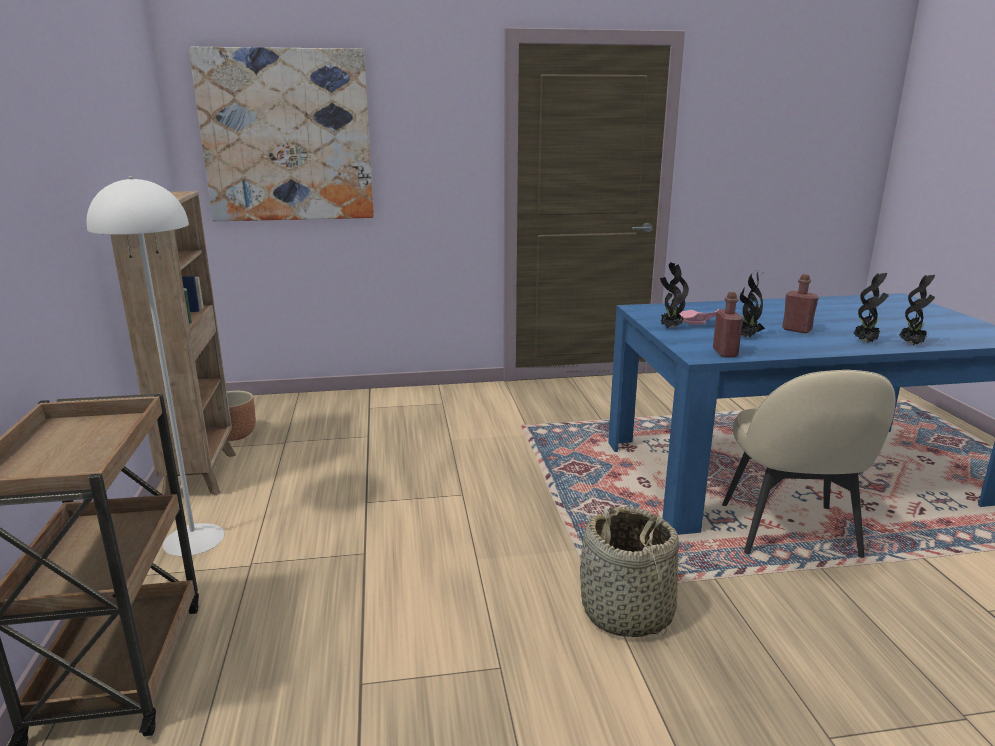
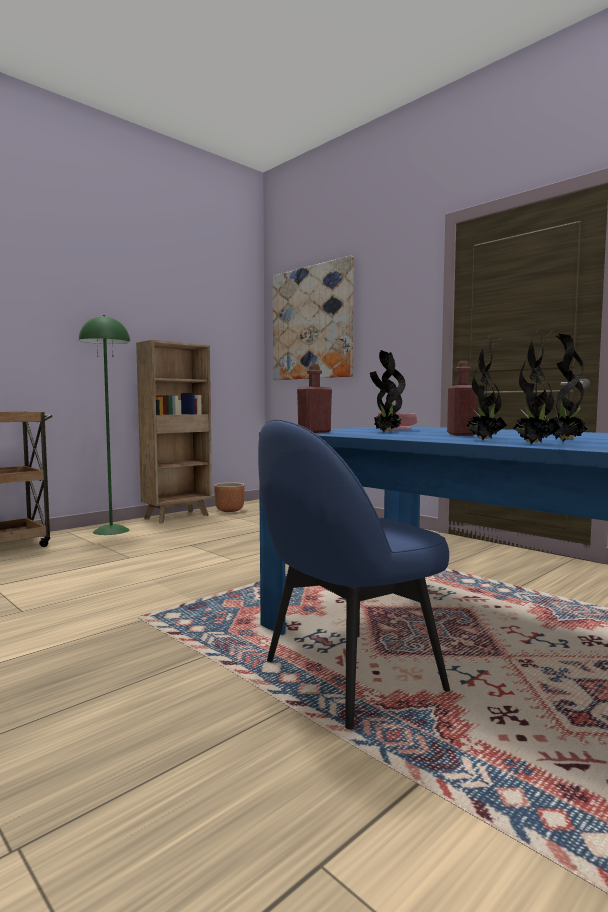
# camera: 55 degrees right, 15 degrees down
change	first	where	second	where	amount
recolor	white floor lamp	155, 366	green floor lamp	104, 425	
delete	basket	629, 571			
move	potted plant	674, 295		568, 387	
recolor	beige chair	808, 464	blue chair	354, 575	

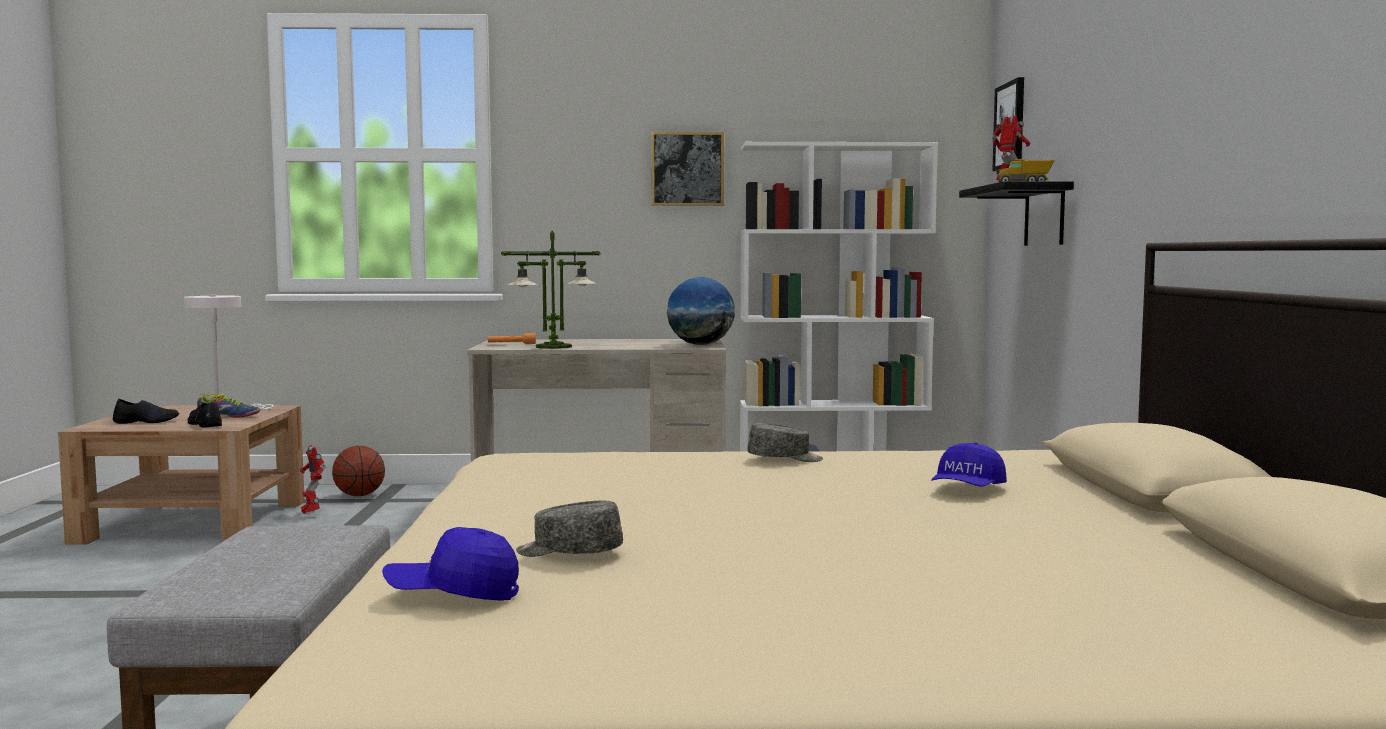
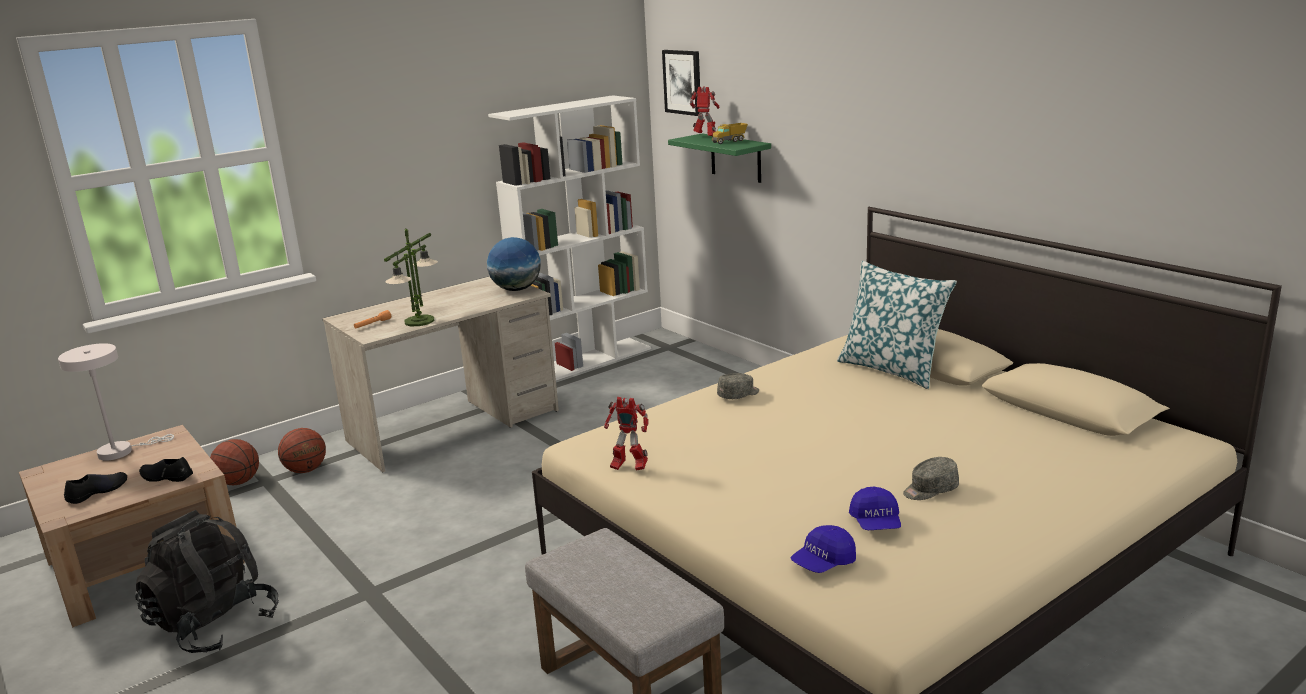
# camera: 35 degrees left, 15 degrees up
change	first	where	second	where	amount
delete	shoe	228, 405			
move	toy robot	312, 479		626, 434	
move	grey cap	569, 528		931, 478	
delete	picture	687, 169			
move	blue cap	969, 464		875, 508	
recolor	black shelf	1016, 213	green shelf	719, 158	
insert			black backpack	207, 581	
insert			basketball	302, 450	
insert			pillow	897, 325	

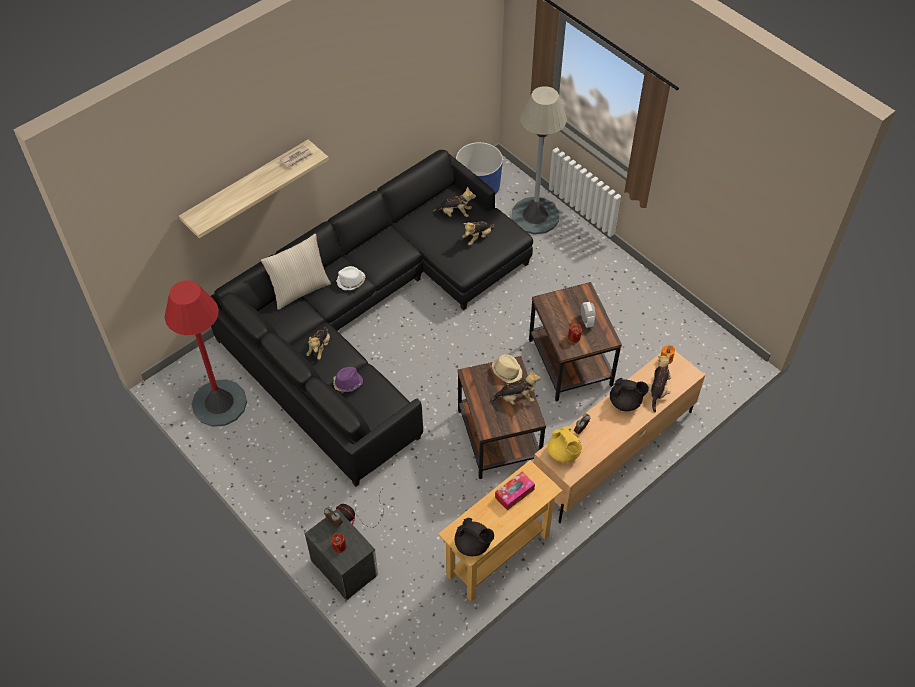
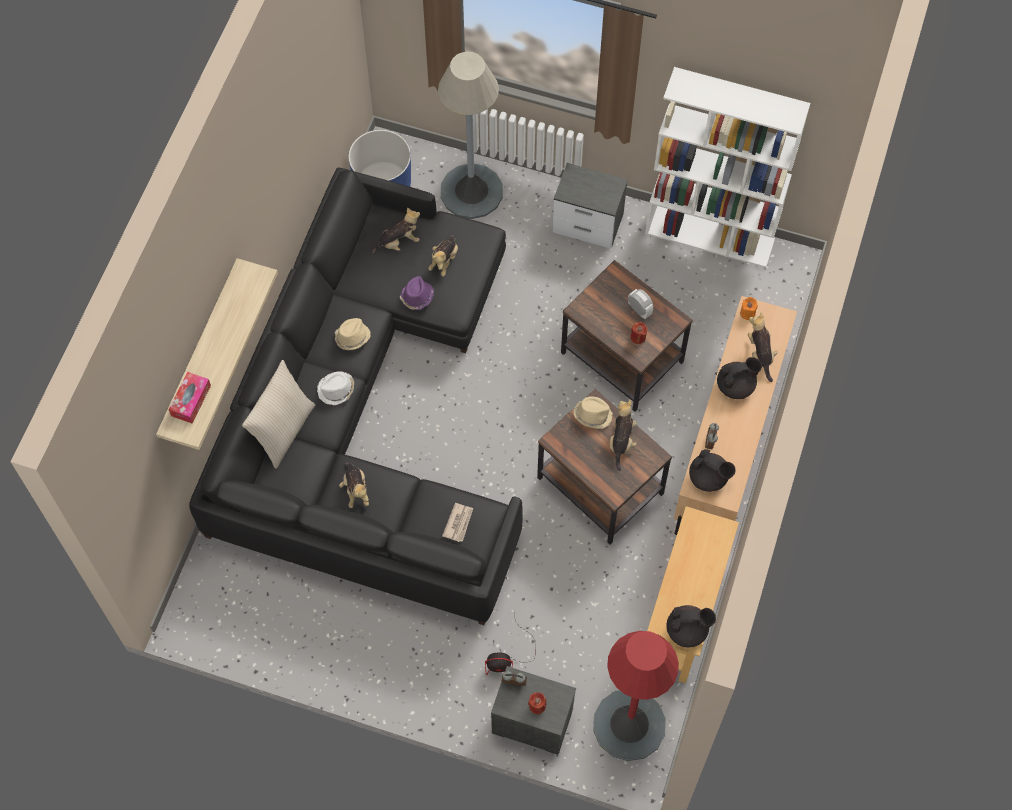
# camera: 30 degrees left, 10 degrees up
change	first	where	second	where	amount
move	red floor lamp	206, 353		636, 696	
move	newspaper	296, 156		457, 522	
move	purple hat	348, 379		417, 293	
rotate	plush toy	515, 387		623, 435	45 degrees counterclockwise
move	tissue box	515, 490		189, 397	
recolor	yellow teapot	564, 444	black teapot	712, 470	
insert			beige hat	353, 334	
insert			nightstand	590, 206	
insert			white bookcase	727, 167	

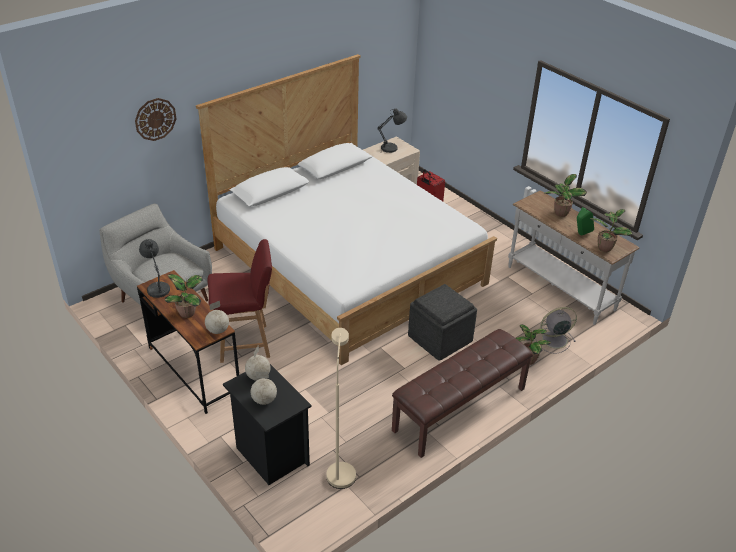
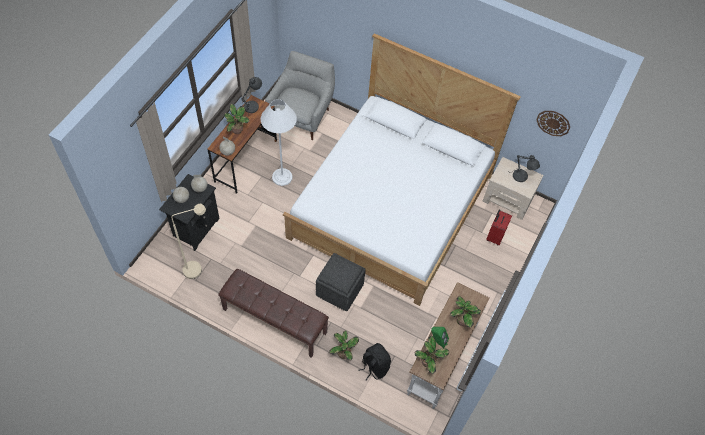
# camera: 65 degrees right, 20 degrees up
change	first	where	second	where	amount
move	wall clock	155, 119		553, 123	
replace	red chair	239, 301	white floor lamp	279, 142	
replace	grey fan	556, 330	black backpack	374, 361	

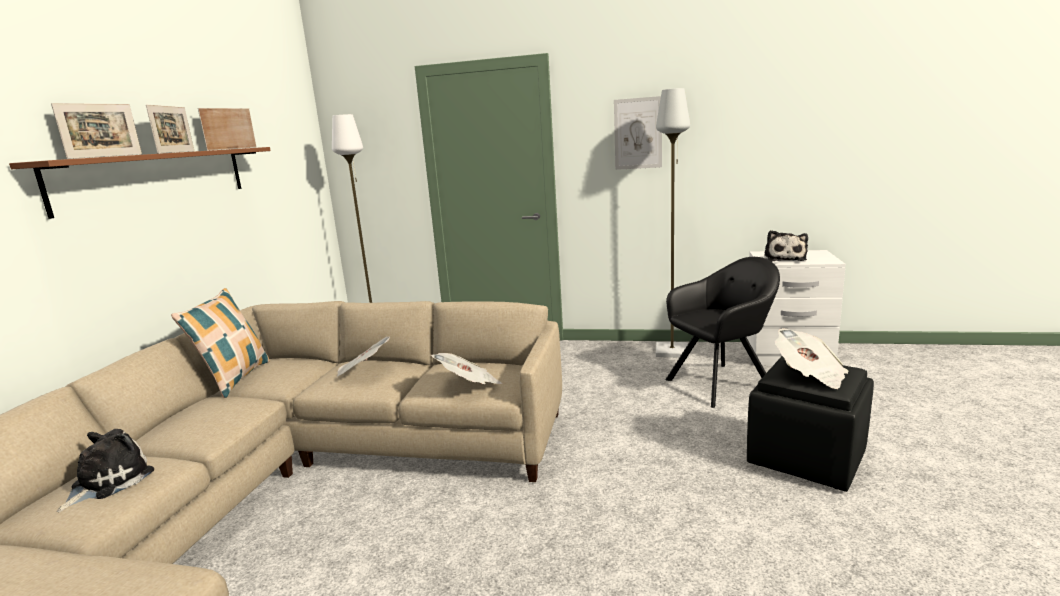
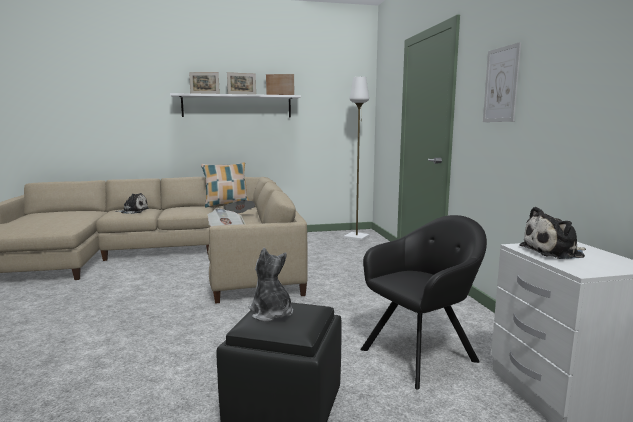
# camera: 65 degrees right, 5 degrees down
change	first	where	second	where	amount
recolor	brown shelf	140, 183	white shelf	235, 105	
delete	grey floor lamp	673, 223			
rotate	black armchair	722, 332		423, 302	75 degrees counterclockwise
replace	newspaper	811, 358	plush toy	271, 285	

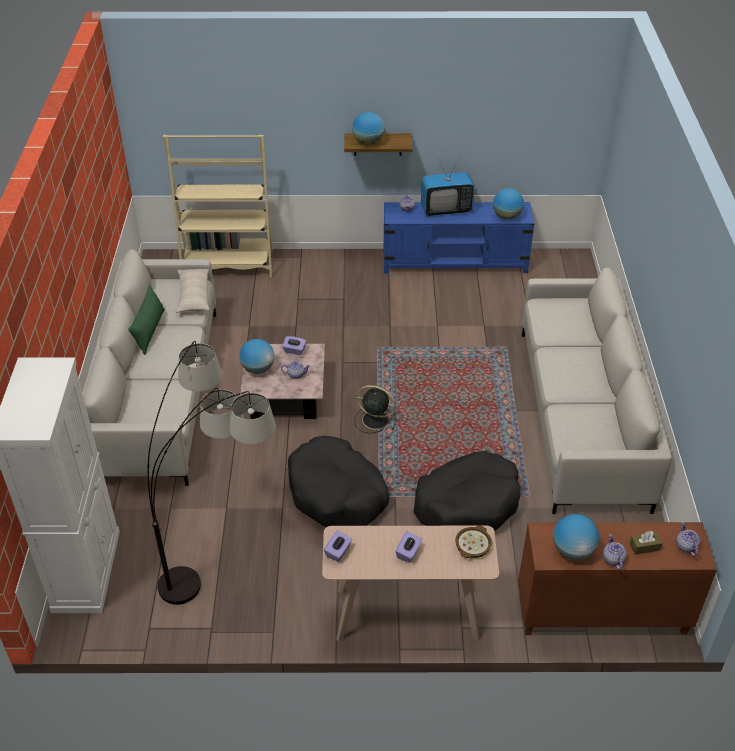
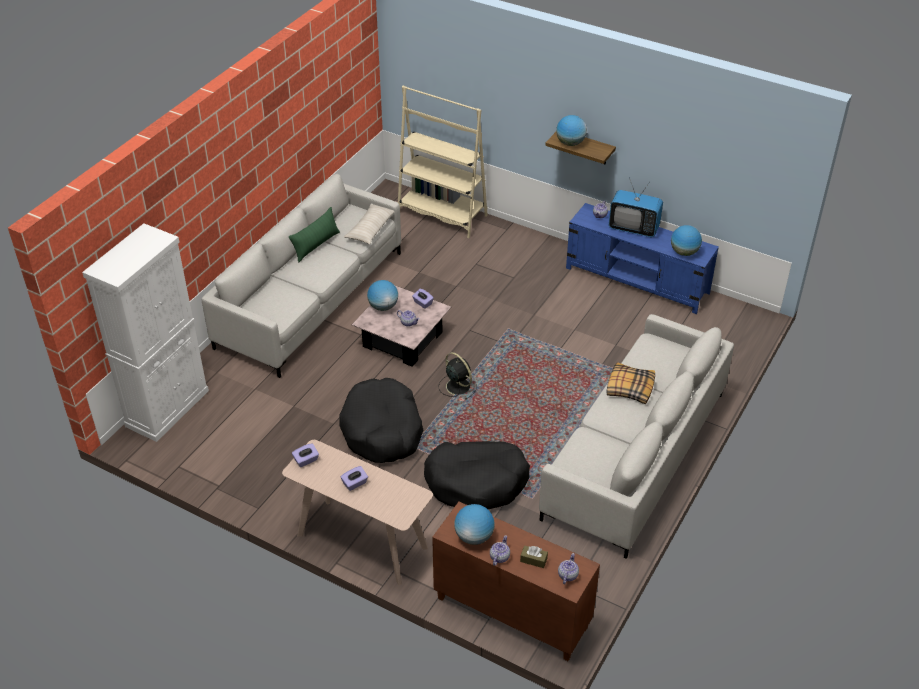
# camera: 30 degrees right, 0 degrees up
change	first	where	second	where	amount
delete	floor lamp	211, 473			
delete	bowl	473, 541			
insert			pillow	630, 383	

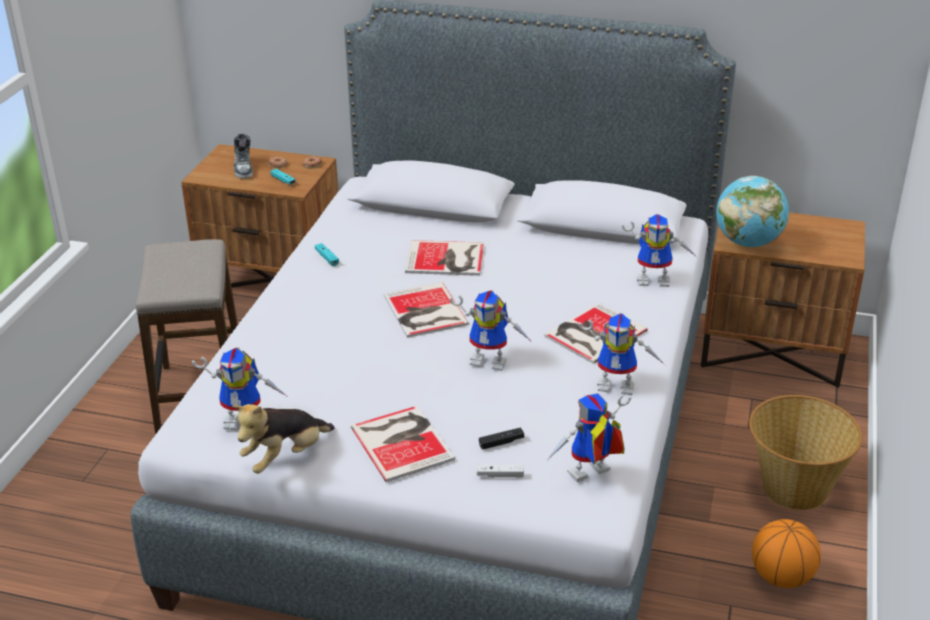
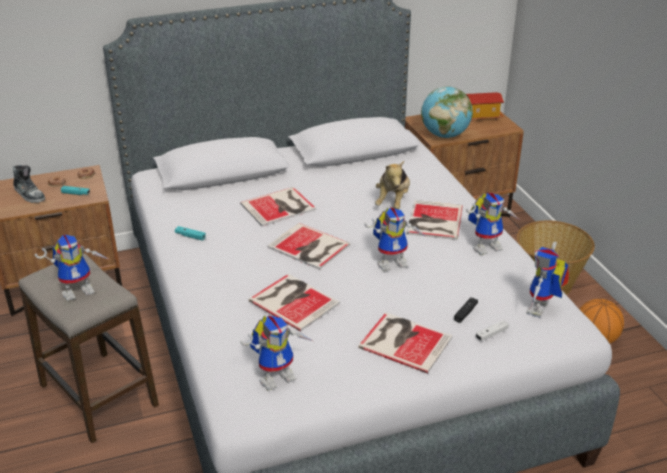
# camera: 35 degrees left, 0 degrees up
change	first	where	second	where	amount
move	plush toy	283, 439		392, 185	
move	toy robot	659, 250		72, 267	
insert			book	294, 303	
insert			toy house	485, 107	

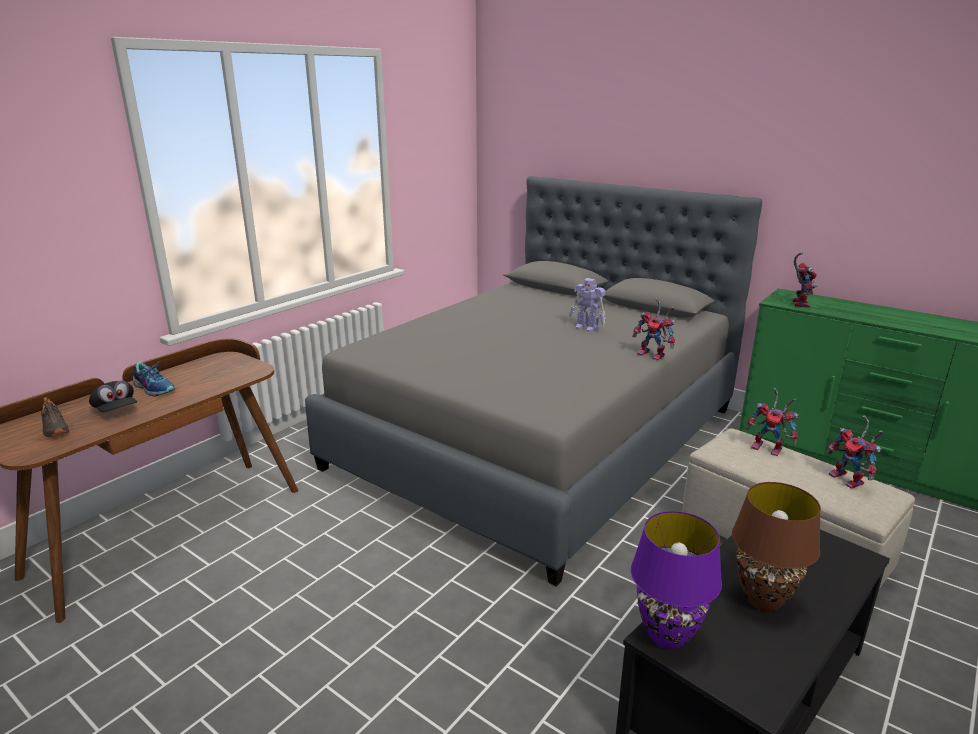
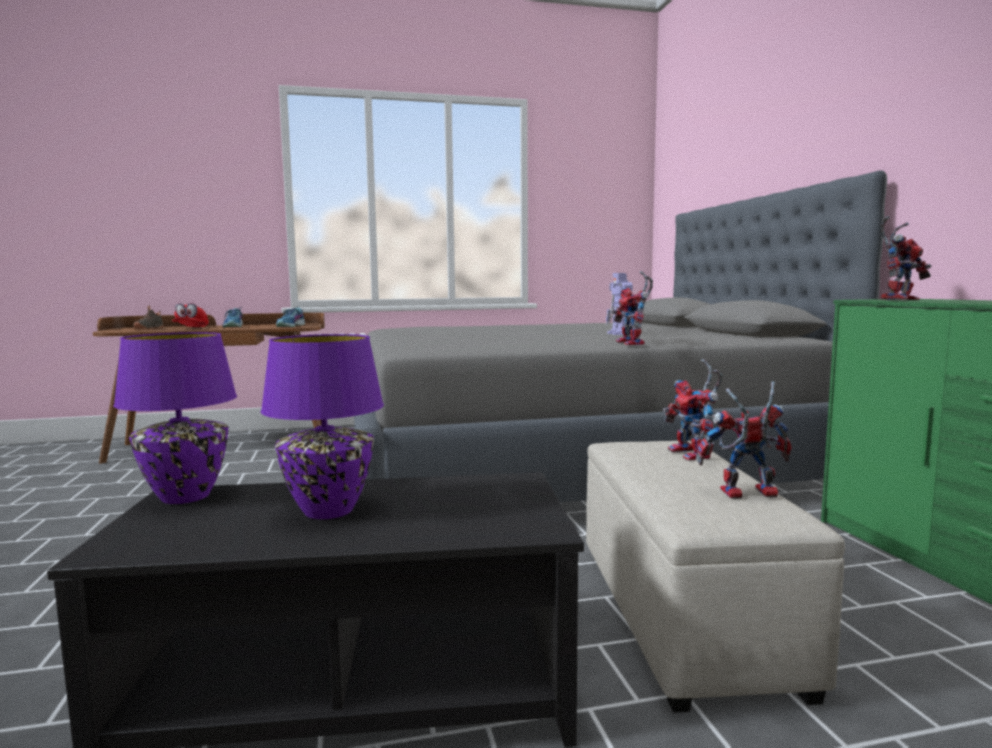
# camera: 40 degrees right, 15 degrees down
change	first	where	second	where	amount
recolor	black cap	113, 396	red cap	190, 315	
recolor	brown table lamp	776, 546	purple table lamp	322, 426	
rotate	toy robot	854, 452		744, 440	75 degrees clockwise
insert			shoe	290, 316	

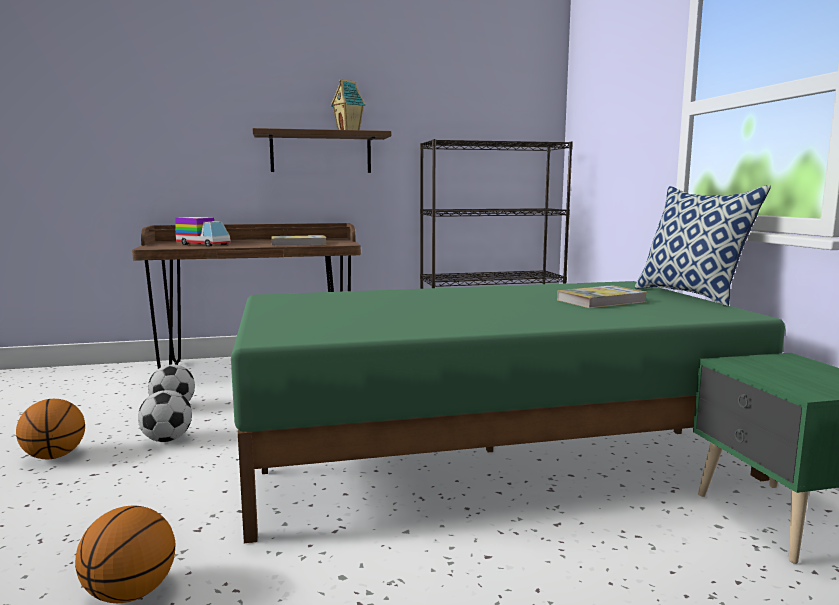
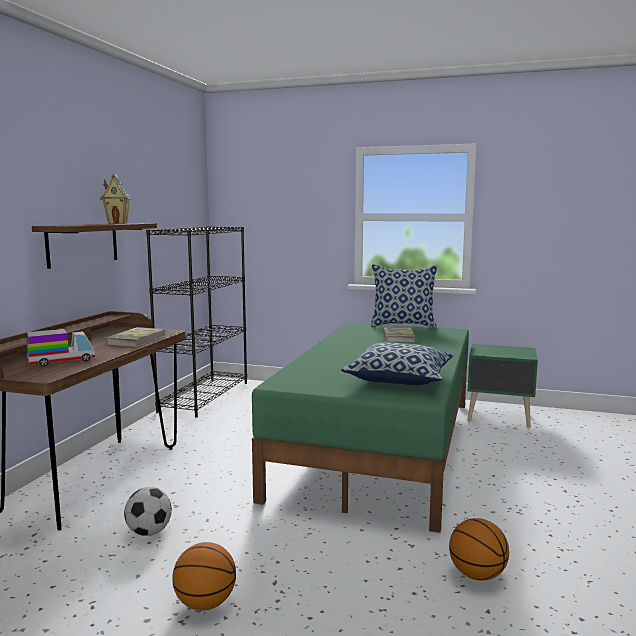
# camera: 60 degrees left, 0 degrees up
change	first	where	second	where	amount
delete	football	165, 416			
insert			pillow	397, 363	

